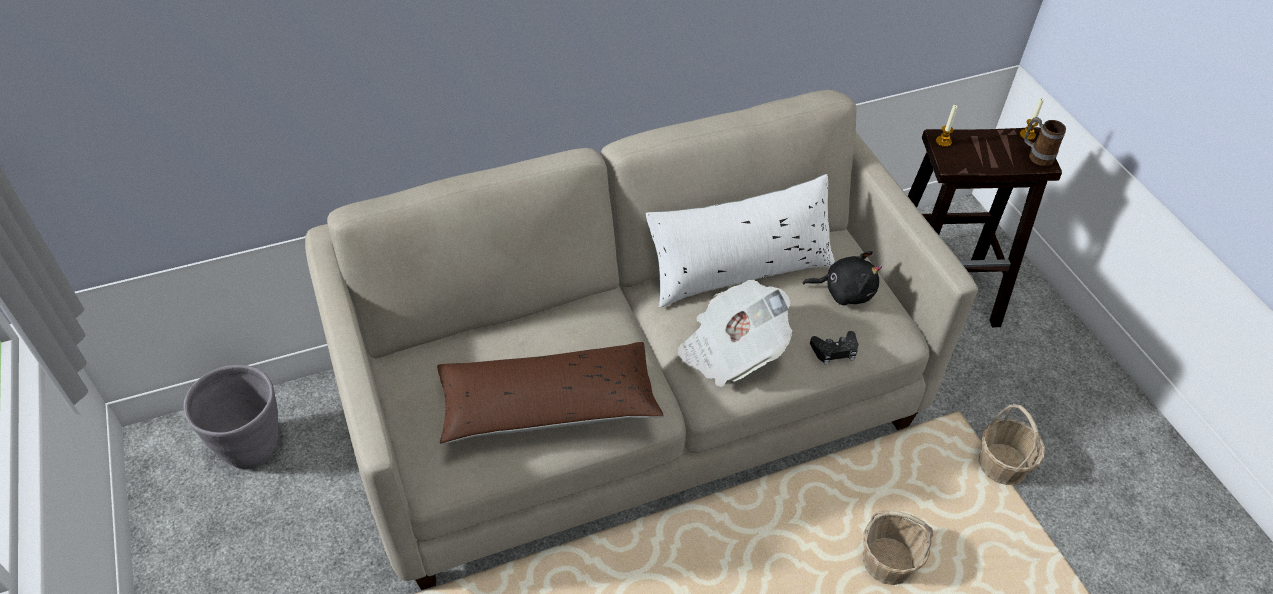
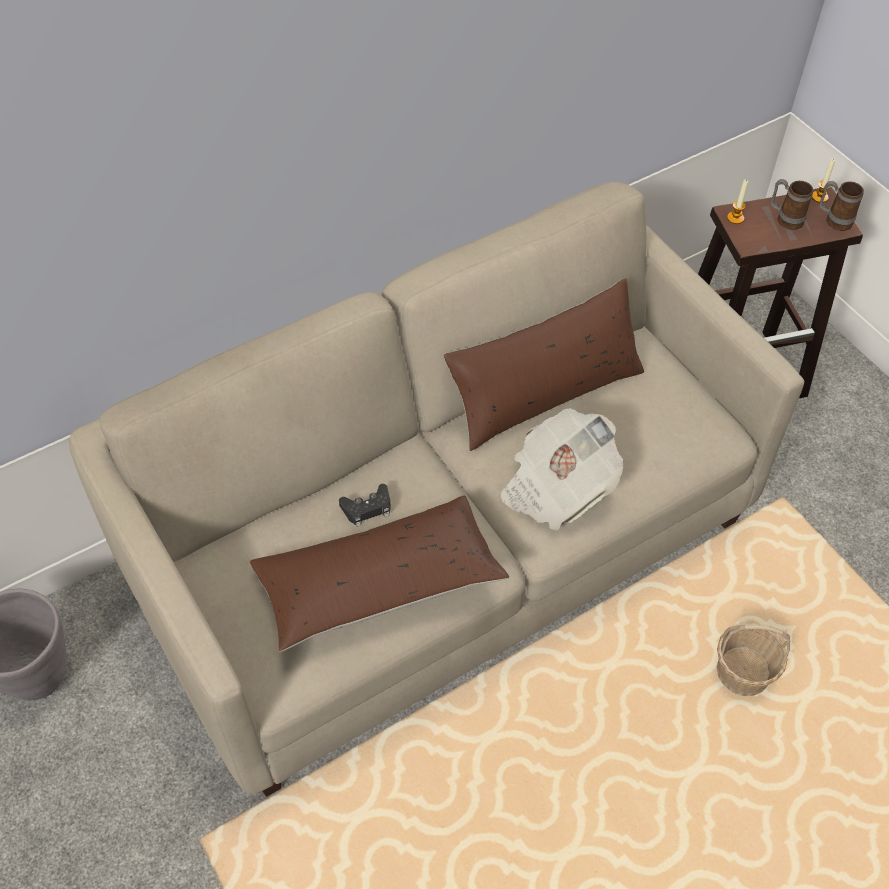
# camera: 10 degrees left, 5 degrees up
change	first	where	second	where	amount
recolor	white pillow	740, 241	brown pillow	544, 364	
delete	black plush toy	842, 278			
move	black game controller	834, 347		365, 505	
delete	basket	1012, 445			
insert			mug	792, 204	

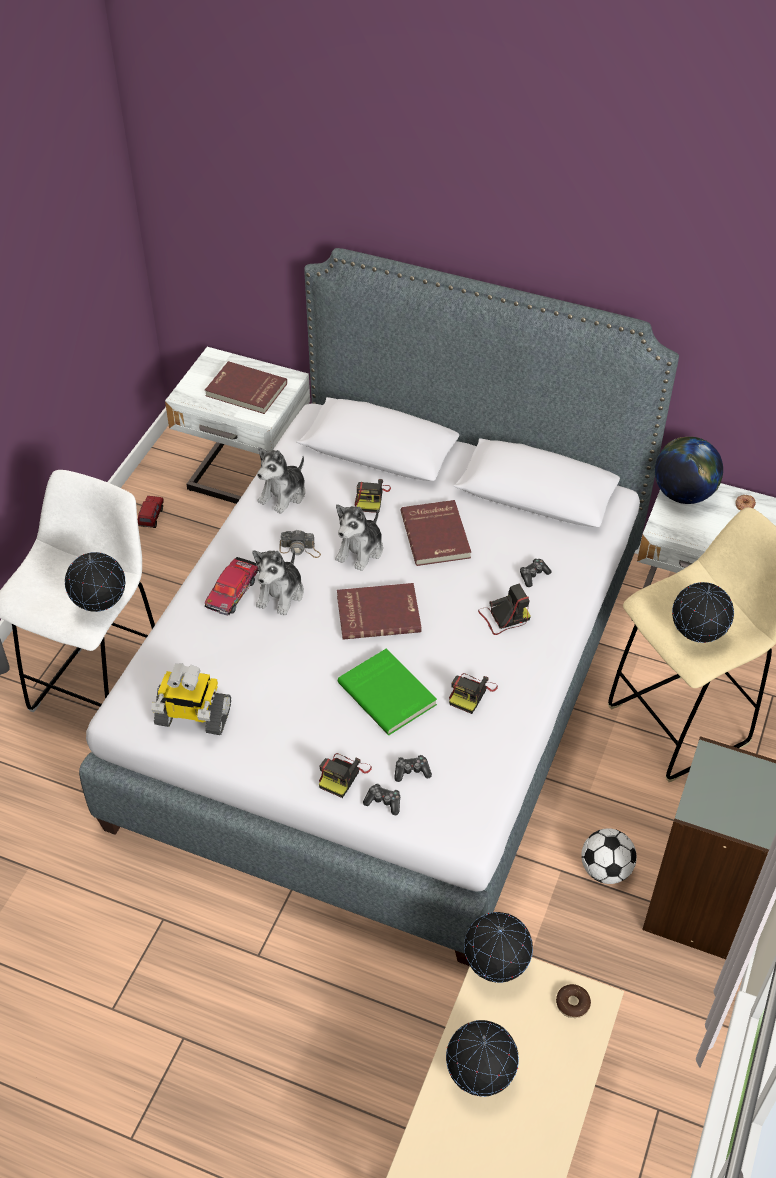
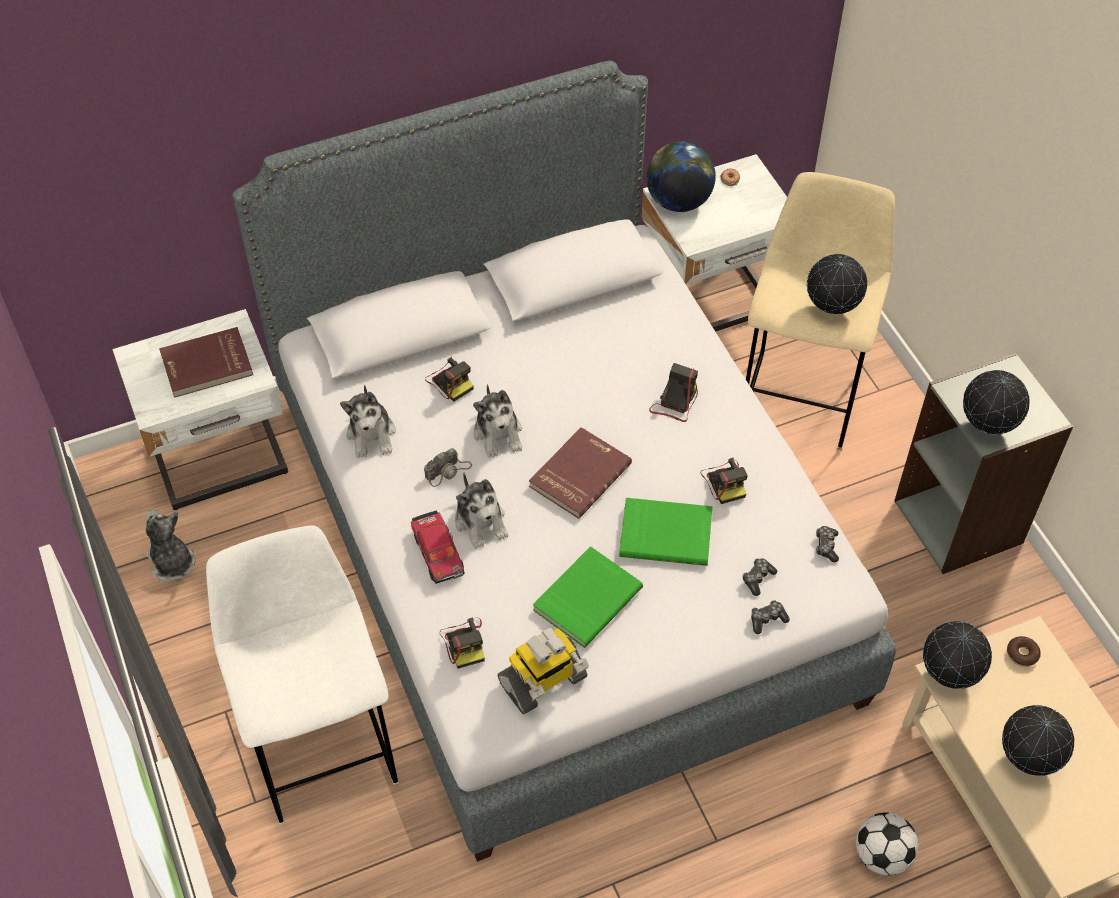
# camera: 45 degrees left, 5 degrees up
change	first	where	second	where	amount
move	globe	95, 582		996, 402	
replace	toy truck	151, 512	plush toy	170, 546	
move	photo camera	345, 775		462, 643	
delete	red book	436, 533			
move	game controller	536, 573		827, 544	
move	football	609, 856		887, 844	
insert			green book	588, 597	

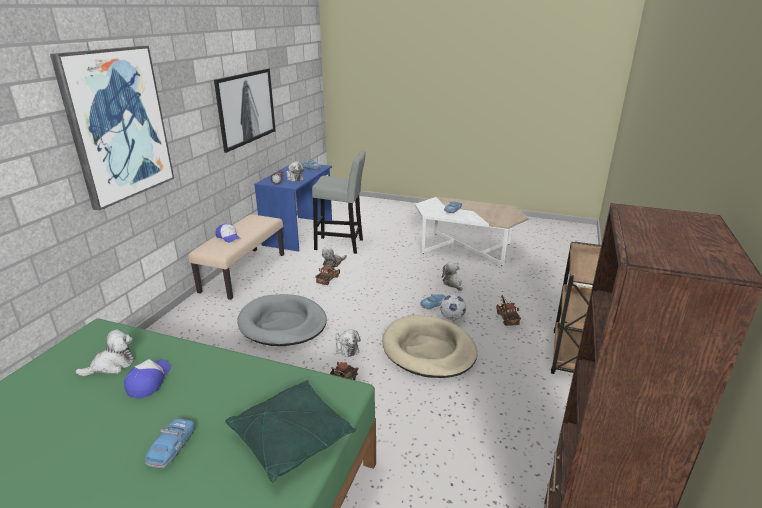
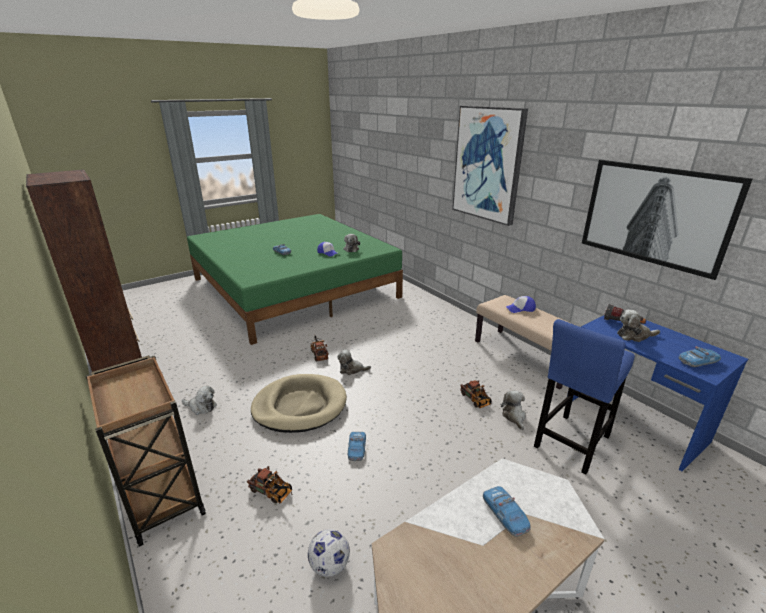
# camera: 125 degrees right, 0 degrees up
change	first	where	second	where	amount
delete	green pillow	290, 431			
delete	grey dog bed	282, 320			
recolor	grey stool	339, 202	blue stool	584, 397	
move	football	453, 307		329, 553	
move	plush toy	452, 276		199, 400	

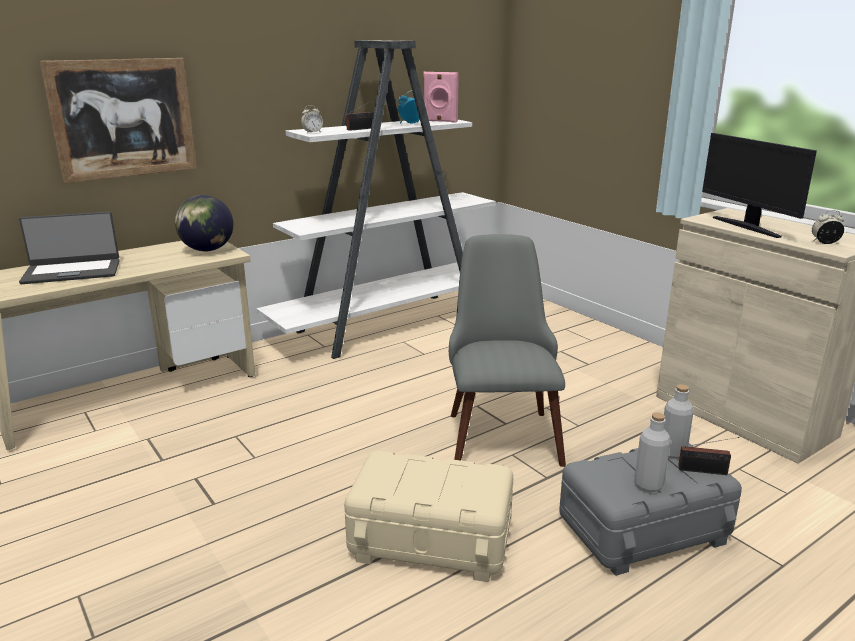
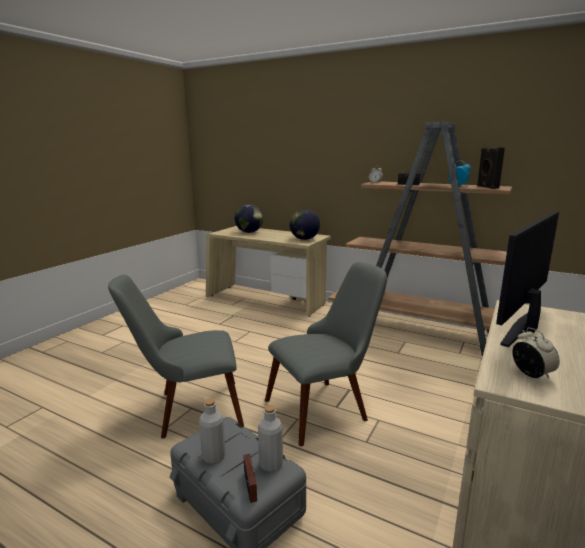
# camera: 65 degrees right, 5 degrees down
change	first	where	second	where	amount
replace	laptop	69, 248	globe	249, 218	
delete	picture	118, 120			
recolor	white bookcase	376, 199	brown bookcase	420, 239	
replace	beige storage box	428, 516	grey chair	176, 356	
recolor	pink speaker	441, 97	black speaker	491, 168	

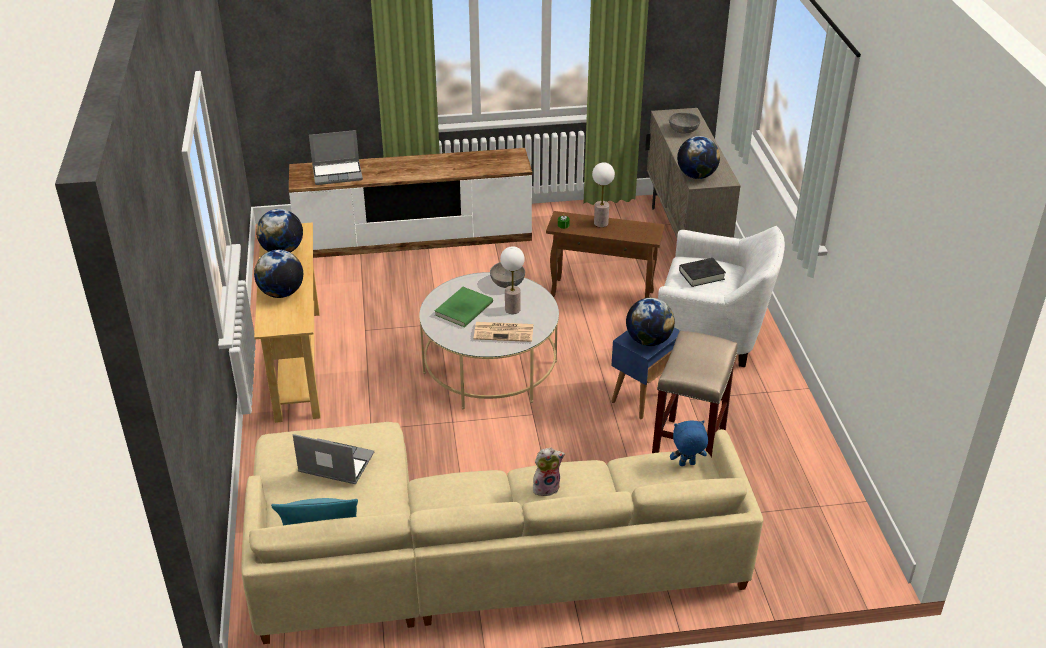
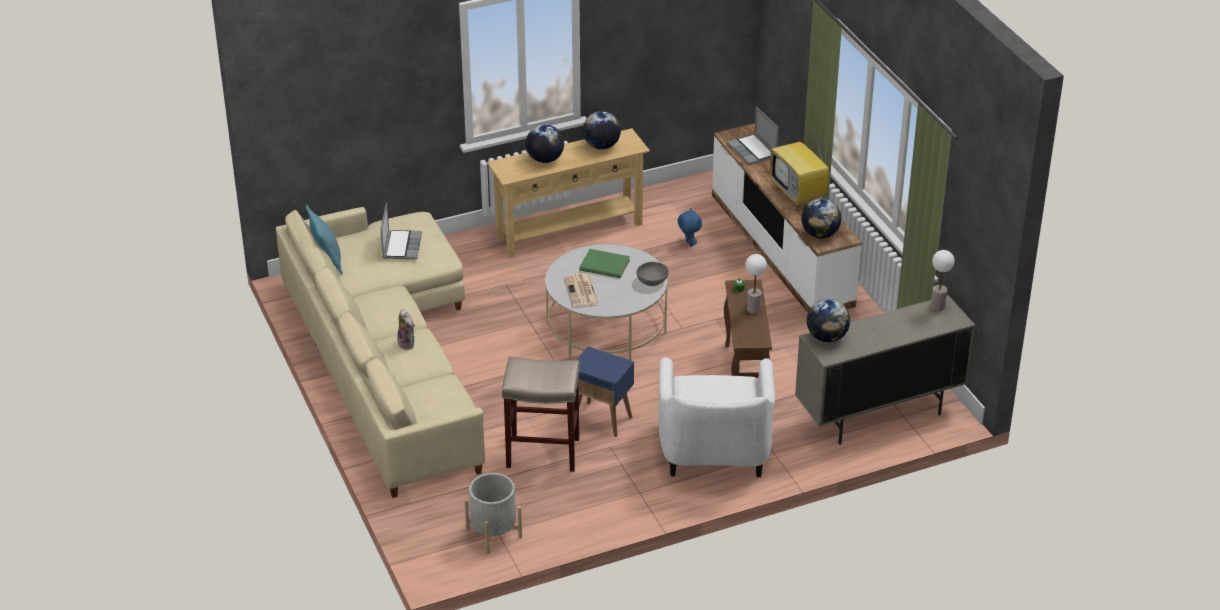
# camera: 75 degrees right, 0 degrees up
change	first	where	second	where	amount
move	table lamp	512, 280		943, 280	
move	globe	650, 322		821, 218	
delete	grey bowl	684, 123			
move	blue plush toy	689, 443		689, 227	
delete	black book	702, 272			
insert			grey planter	493, 513	
insert			television	799, 167	

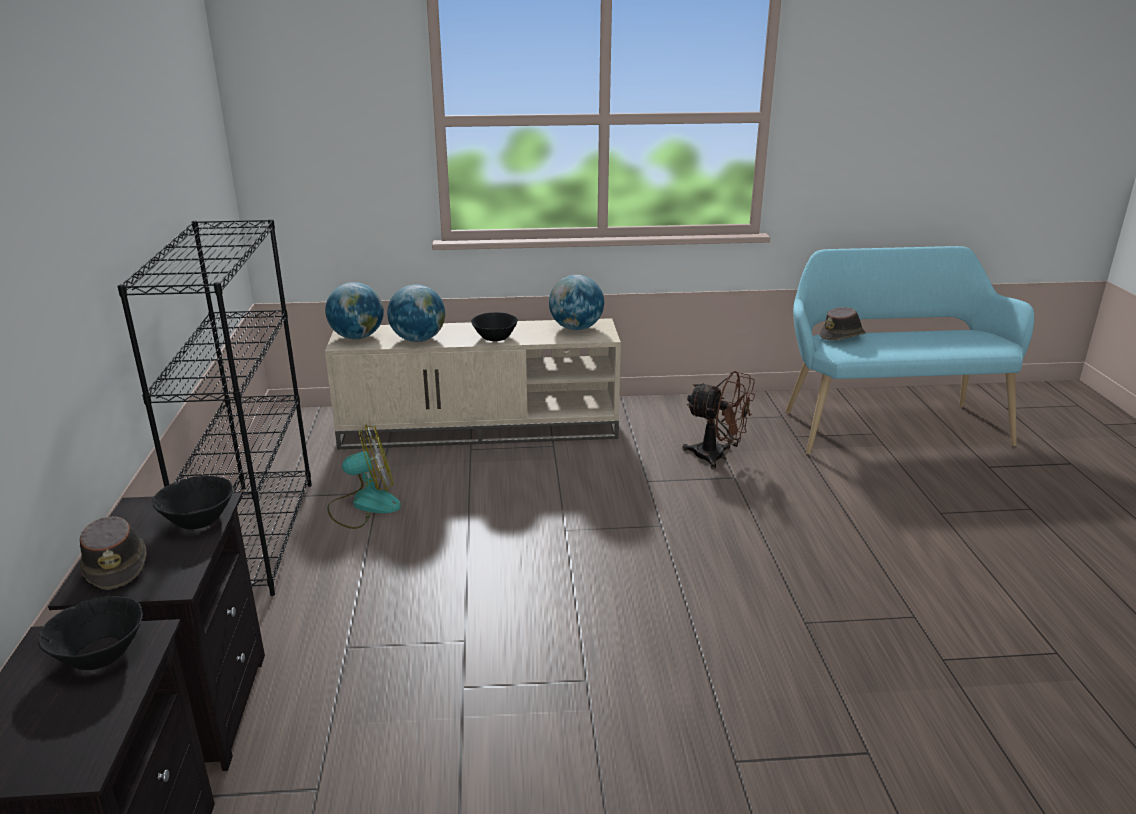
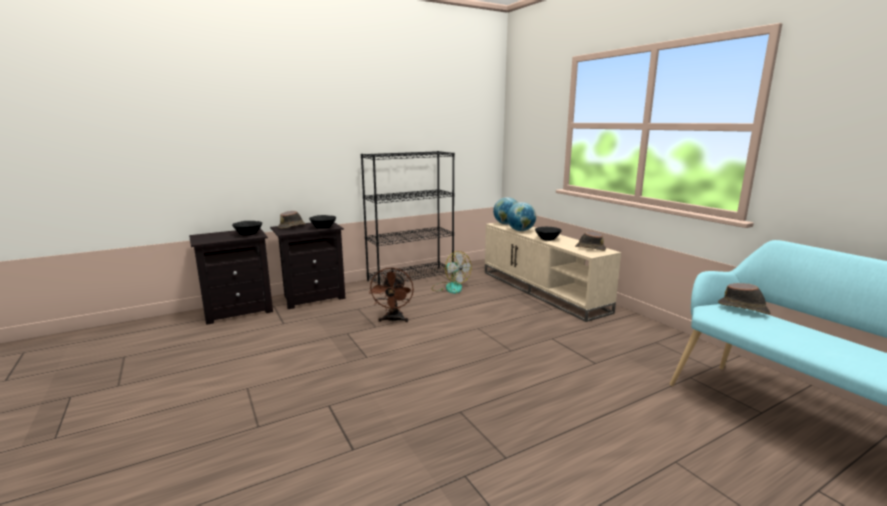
# camera: 65 degrees right, 10 degrees down
change	first	where	second	where	amount
replace	globe	576, 302	brown hat	590, 241	
move	brown fan	719, 420		391, 295	

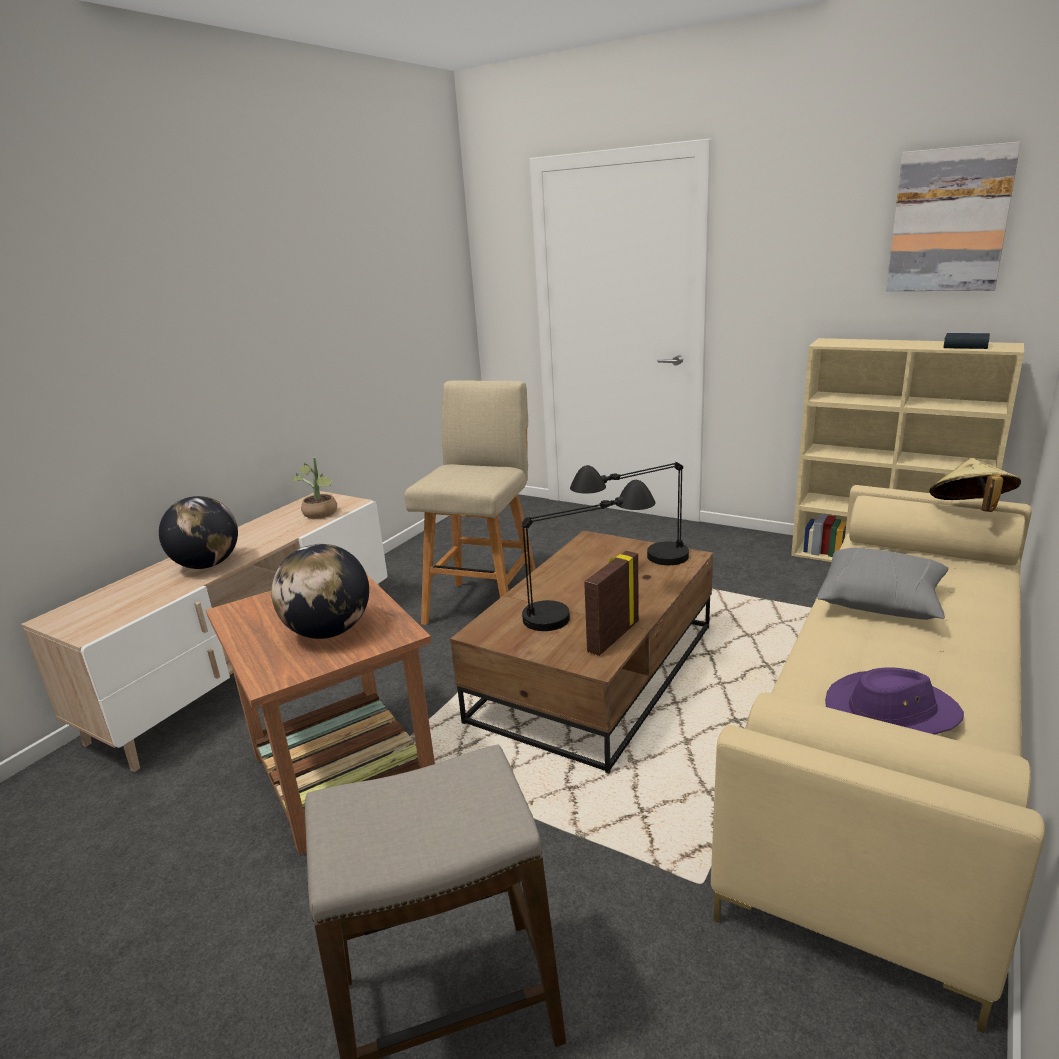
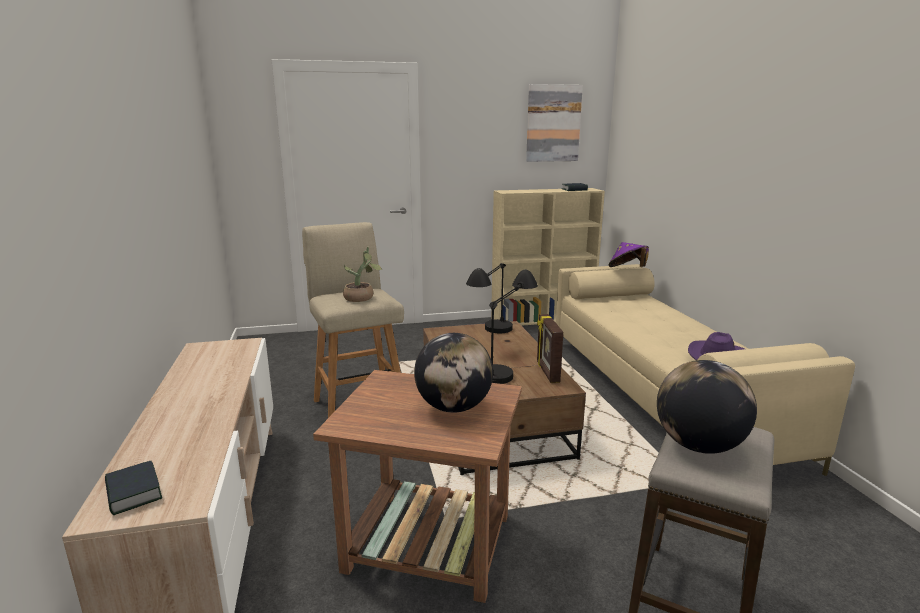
# camera: 45 degrees left, 5 degrees down
change	first	where	second	where	amount
move	globe	198, 532		707, 407	
move	potted plant	315, 488		362, 274	
delete	grey pillow	883, 583			
recolor	beige hat	975, 485	purple hat	629, 254	
insert			book	133, 488	

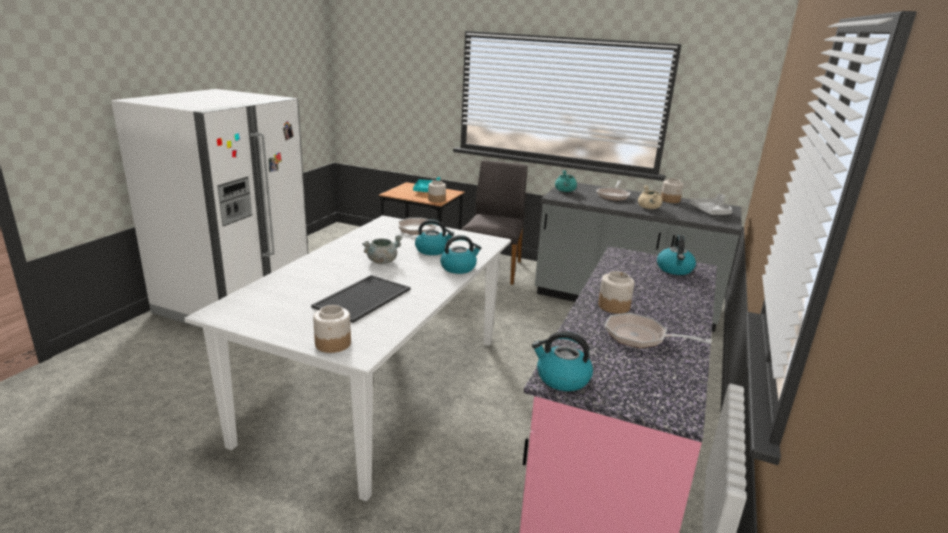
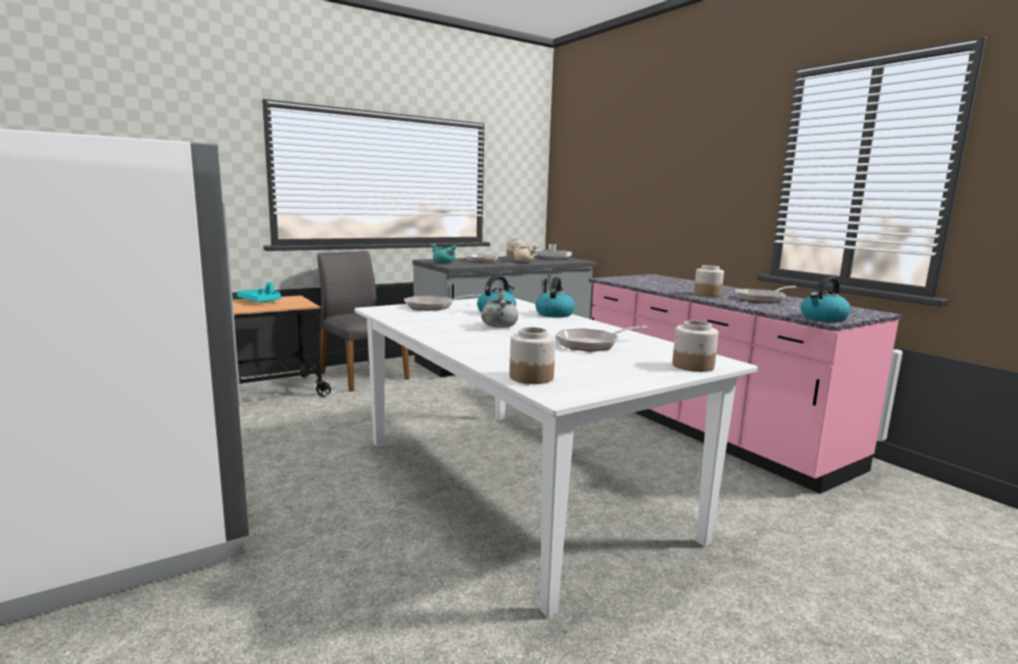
# camera: 55 degrees left, 10 degrees down
change	first	where	second	where	amount
replace	tray	361, 299	frying pan	601, 339	
move	jar	437, 191		532, 355	
delete	kettle	676, 255			

